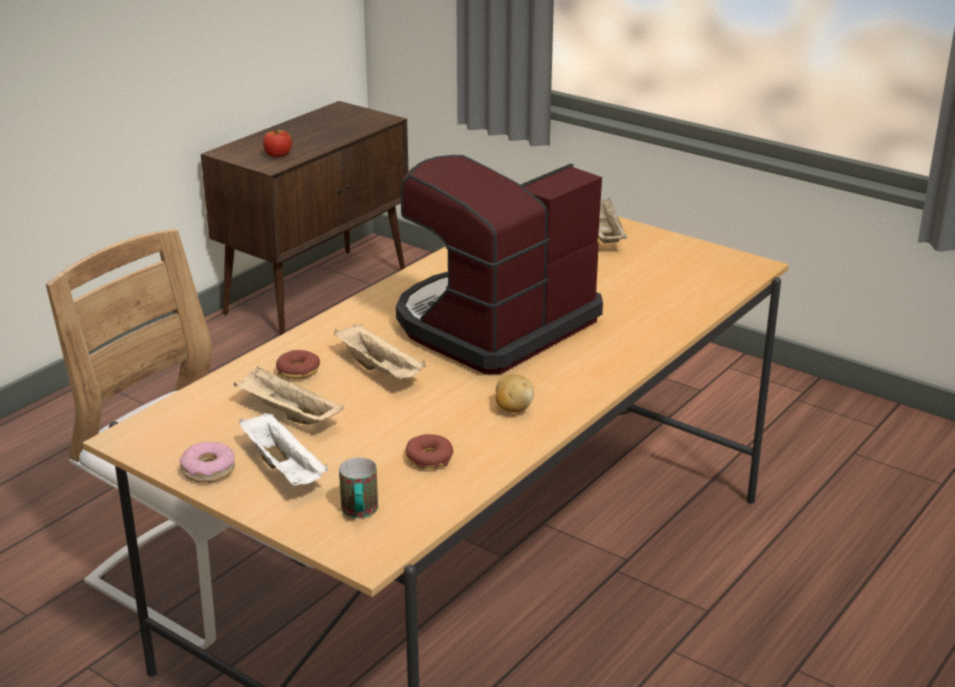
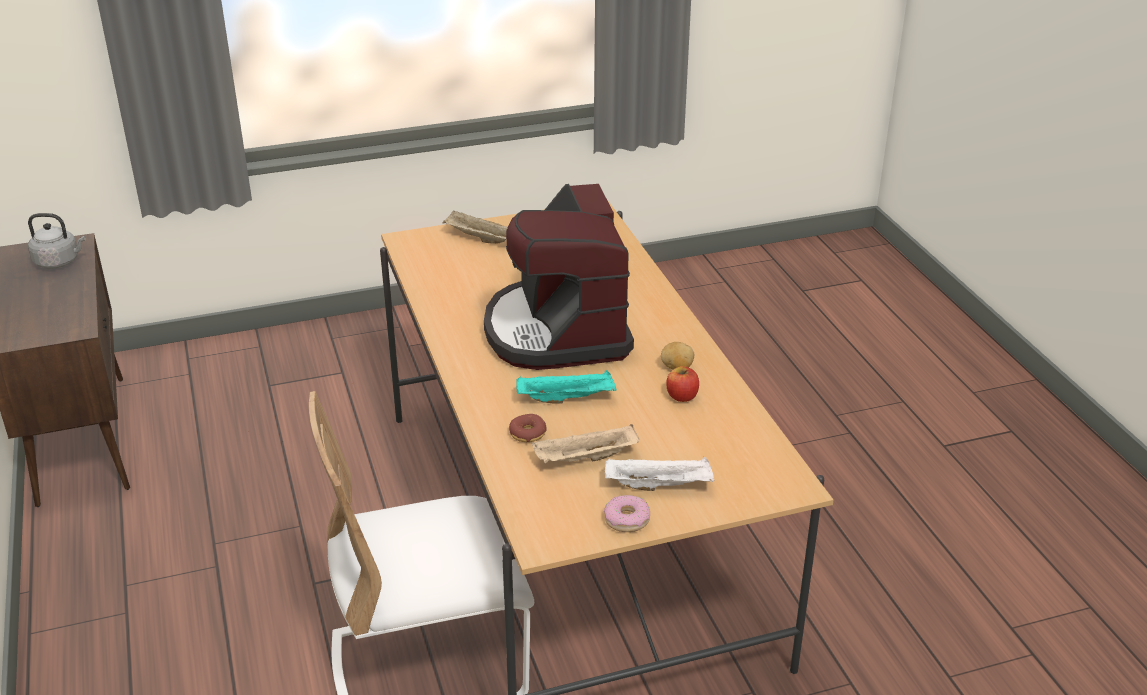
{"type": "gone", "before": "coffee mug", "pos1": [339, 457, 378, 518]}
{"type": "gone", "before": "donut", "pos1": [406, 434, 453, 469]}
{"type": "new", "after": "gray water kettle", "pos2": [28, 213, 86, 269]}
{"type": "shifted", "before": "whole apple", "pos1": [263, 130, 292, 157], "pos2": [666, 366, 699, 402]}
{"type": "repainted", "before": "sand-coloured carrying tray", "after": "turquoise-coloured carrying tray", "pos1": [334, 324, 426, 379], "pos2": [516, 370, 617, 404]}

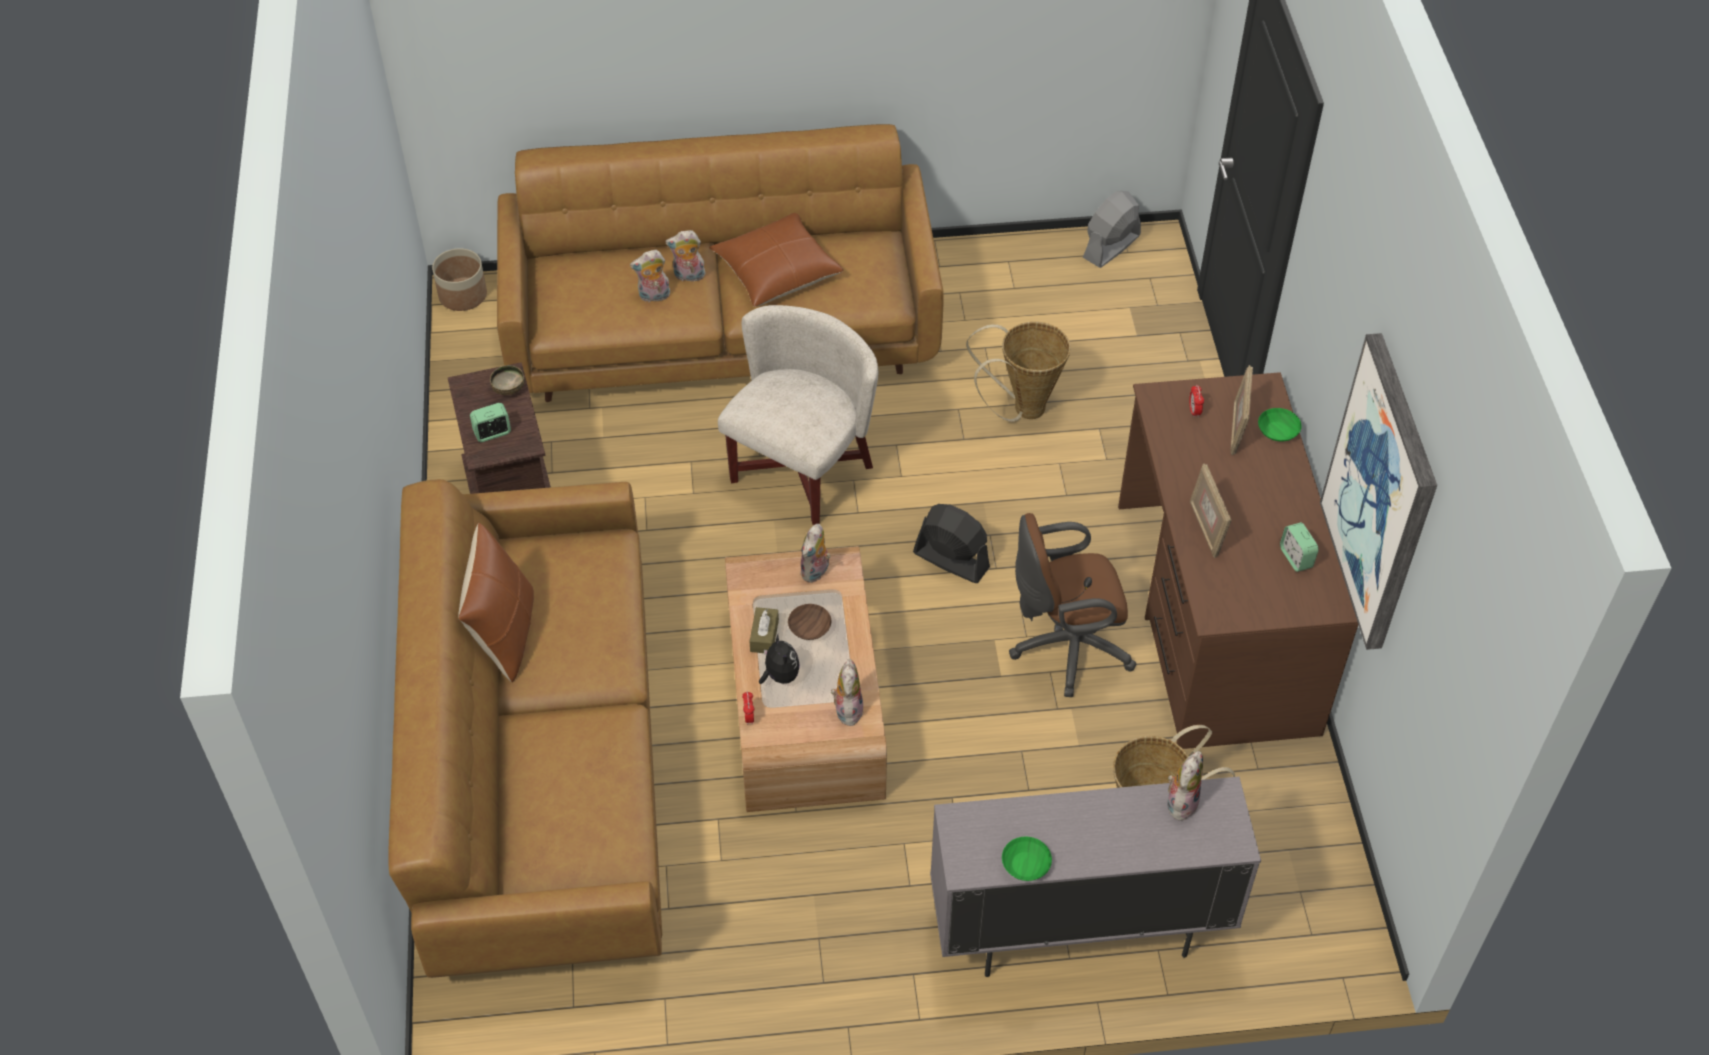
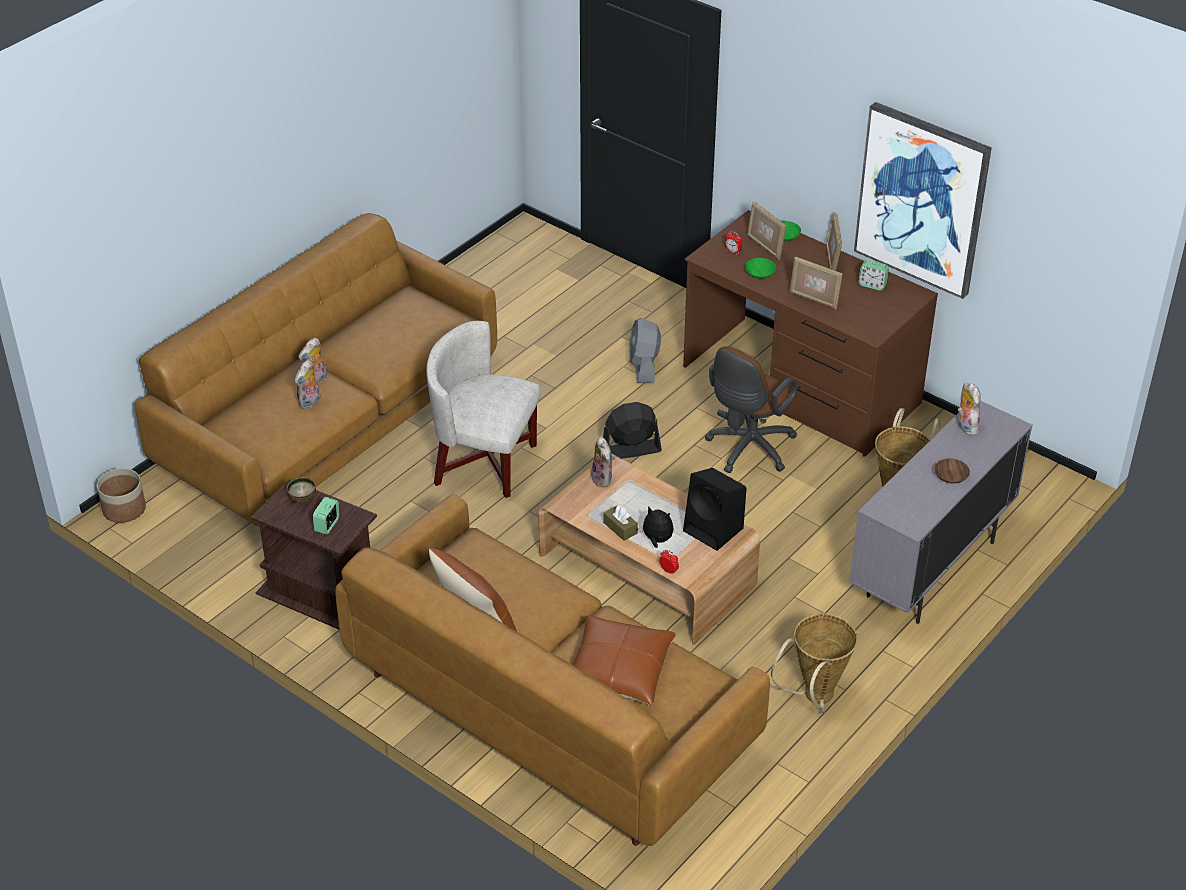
{"type": "new", "after": "standing frame", "pos2": [826, 213, 842, 271]}
{"type": "shifted", "before": "brown pillow", "pos1": [709, 213, 844, 307], "pos2": [572, 615, 676, 705]}
{"type": "shifted", "before": "brown bowl", "pos1": [788, 604, 831, 640], "pos2": [934, 458, 970, 484]}
{"type": "shifted", "before": "basket", "pos1": [966, 321, 1071, 422], "pos2": [771, 613, 858, 713]}
{"type": "shifted", "before": "green-coloured bowl", "pos1": [1002, 837, 1052, 881], "pos2": [745, 258, 776, 279]}
{"type": "shifted", "before": "gray electric fan", "pos1": [1083, 191, 1141, 268], "pos2": [628, 318, 661, 383]}
{"type": "swapped", "before": "soft toy", "after": "black loudspeaker", "pos1": [831, 659, 864, 726], "pos2": [683, 468, 747, 551]}
{"type": "rotated", "before": "white lounge chair", "pos1": [718, 305, 878, 525], "pos2": [427, 321, 541, 498], "turn": -60}

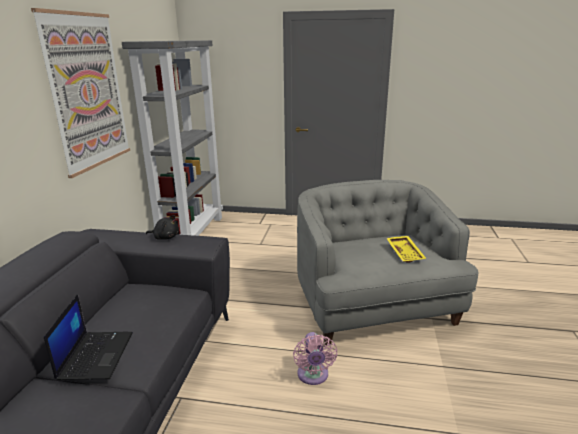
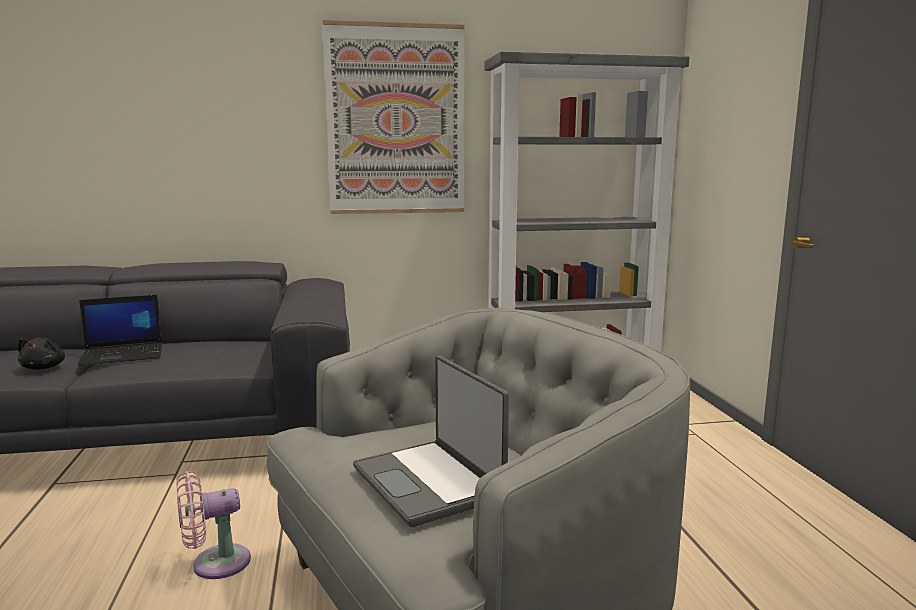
{"type": "shifted", "before": "black soft toy", "pos1": [146, 215, 179, 240], "pos2": [18, 337, 65, 370]}
{"type": "swapped", "before": "yellowish carrying tray", "after": "portable computer", "pos1": [386, 236, 426, 263], "pos2": [353, 356, 509, 527]}

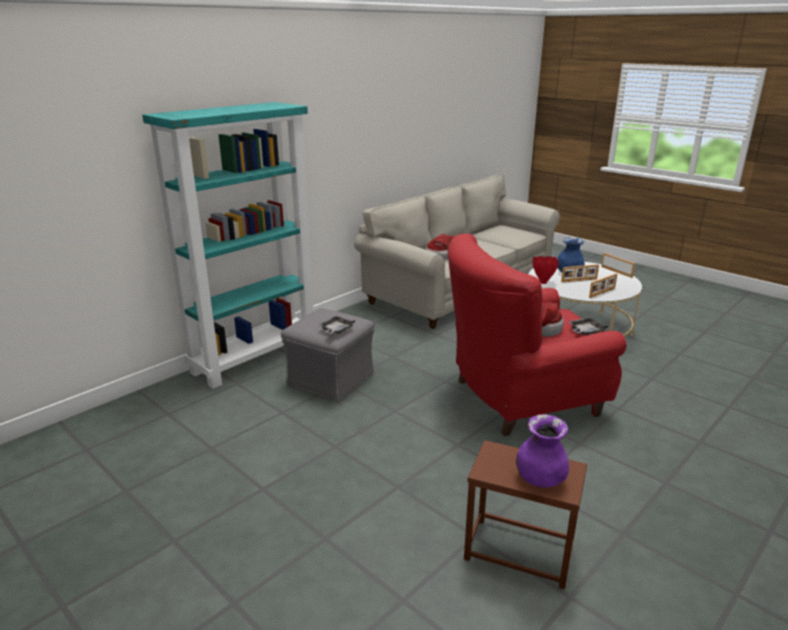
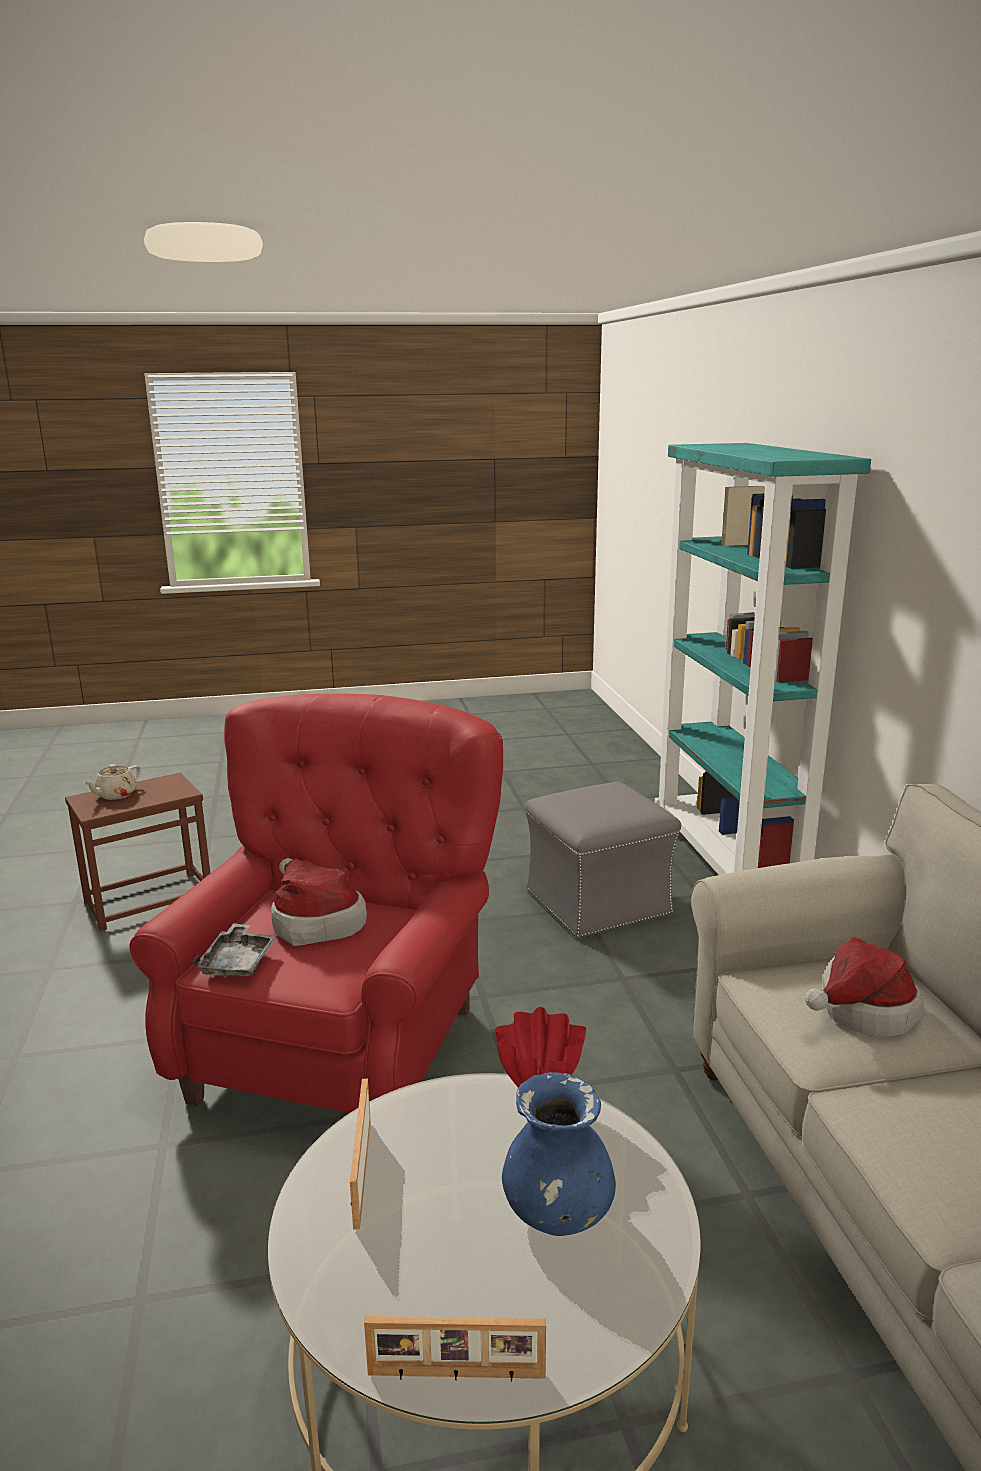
{"type": "gone", "before": "gray carrying tray", "pos1": [318, 316, 355, 334]}
{"type": "gone", "before": "standing frame", "pos1": [561, 264, 599, 282]}
{"type": "swapped", "before": "purplish flower vase", "after": "sand-coloured tea pot", "pos1": [516, 414, 569, 487], "pos2": [83, 764, 141, 800]}

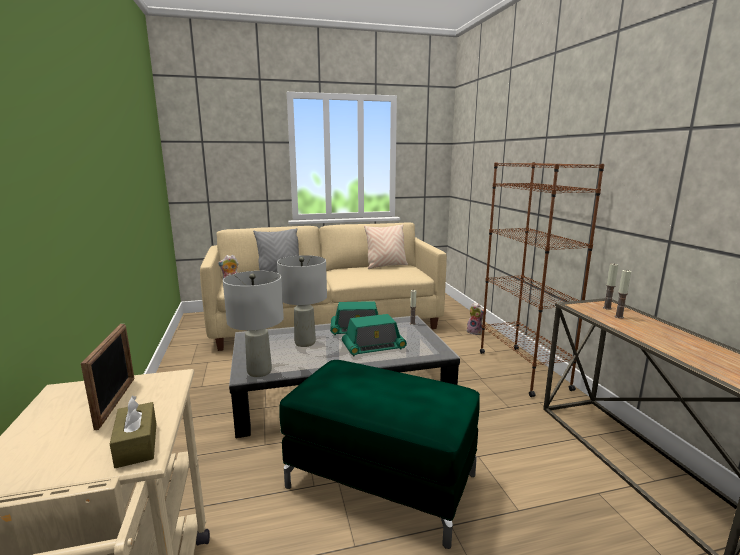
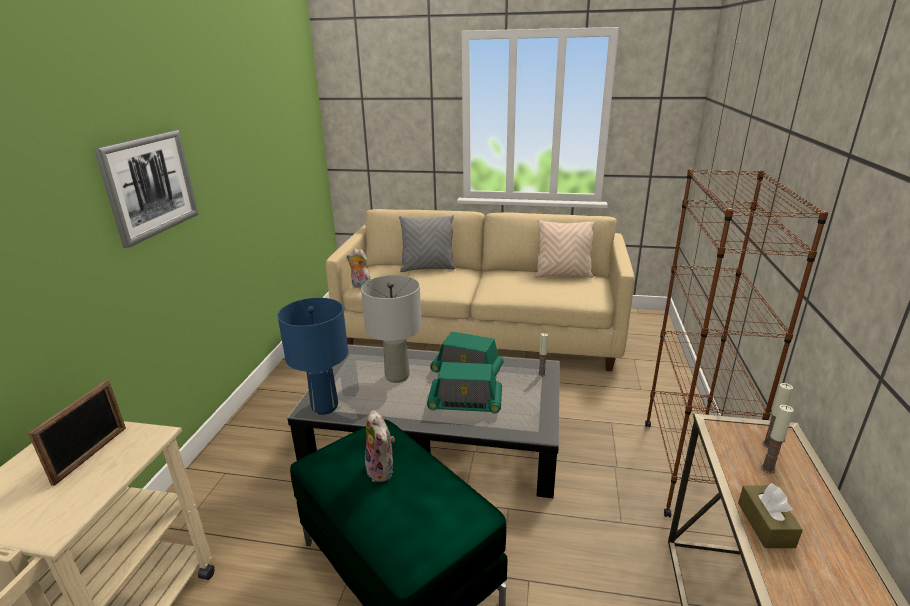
{"type": "new", "after": "picture", "pos2": [94, 130, 199, 248]}
{"type": "shifted", "before": "brown box of tissues", "pos1": [110, 395, 156, 468], "pos2": [738, 483, 803, 548]}
{"type": "shifted", "before": "soft toy", "pos1": [466, 303, 484, 335], "pos2": [365, 410, 395, 482]}
{"type": "repainted", "before": "gray tabletop lamp", "after": "blue tabletop lamp", "pos1": [223, 271, 284, 377], "pos2": [278, 298, 348, 415]}

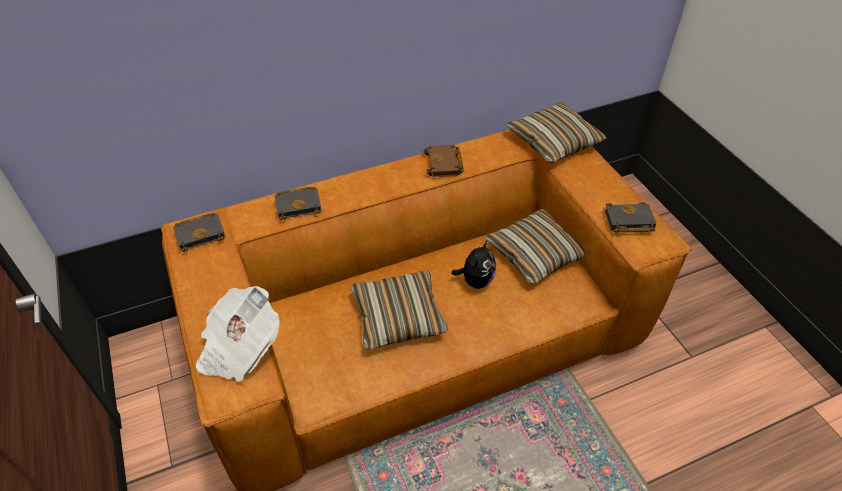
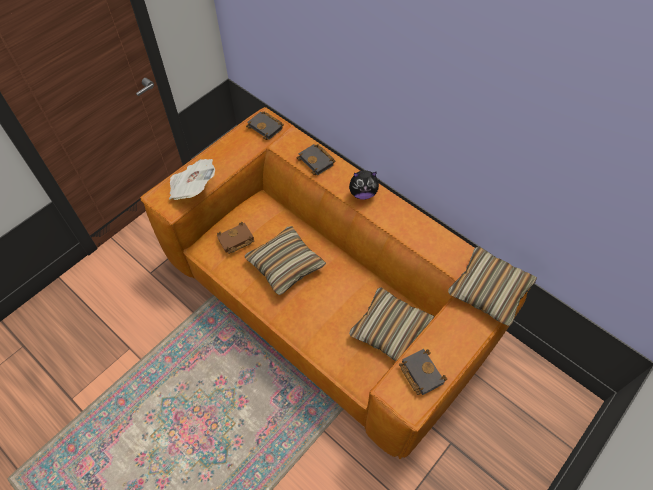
{"type": "shifted", "before": "brown volume", "pos1": [424, 145, 464, 177], "pos2": [217, 222, 254, 254]}
{"type": "shifted", "before": "soft toy", "pos1": [451, 240, 496, 289], "pos2": [349, 170, 380, 200]}

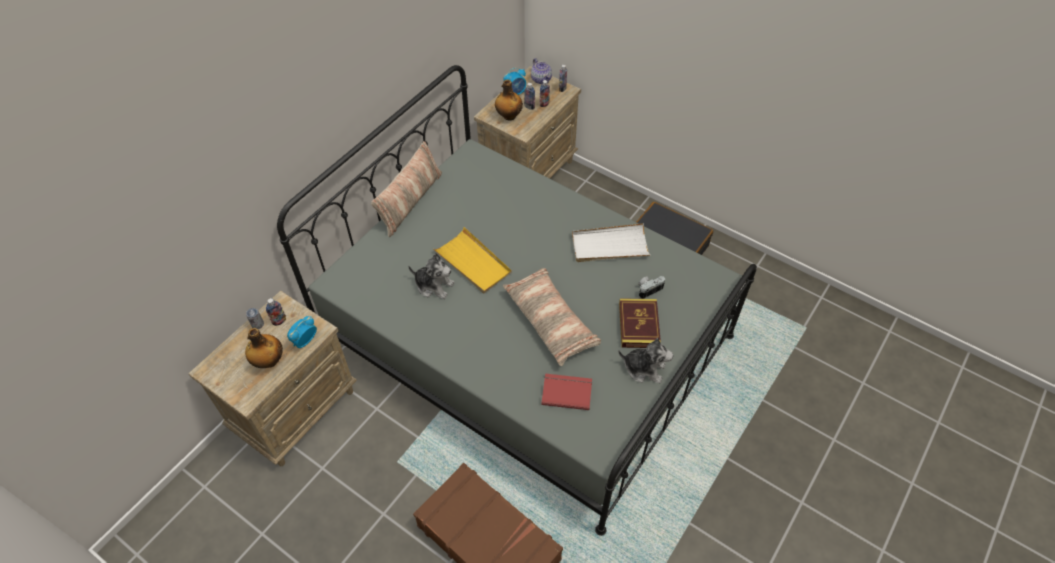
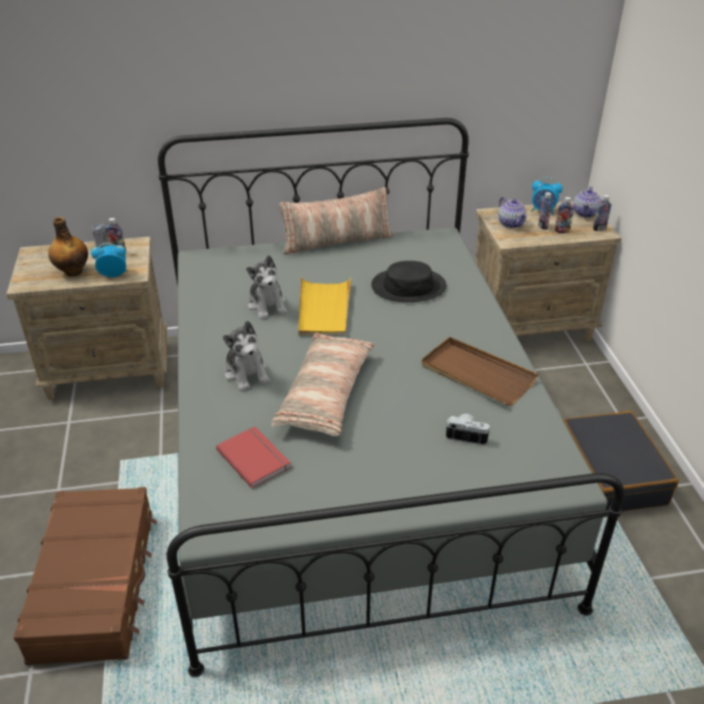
{"type": "gone", "before": "volume", "pos1": [619, 298, 661, 348]}
{"type": "new", "after": "black hat", "pos2": [371, 261, 446, 302]}
{"type": "shifted", "before": "soft toy", "pos1": [618, 338, 673, 383], "pos2": [223, 321, 270, 391]}
{"type": "swapped", "before": "beverage bottle", "after": "tea pot", "pos1": [495, 80, 523, 121], "pos2": [498, 197, 528, 228]}
{"type": "repainted", "before": "white carrying tray", "after": "brown carrying tray", "pos1": [572, 223, 651, 262], "pos2": [421, 337, 538, 406]}

